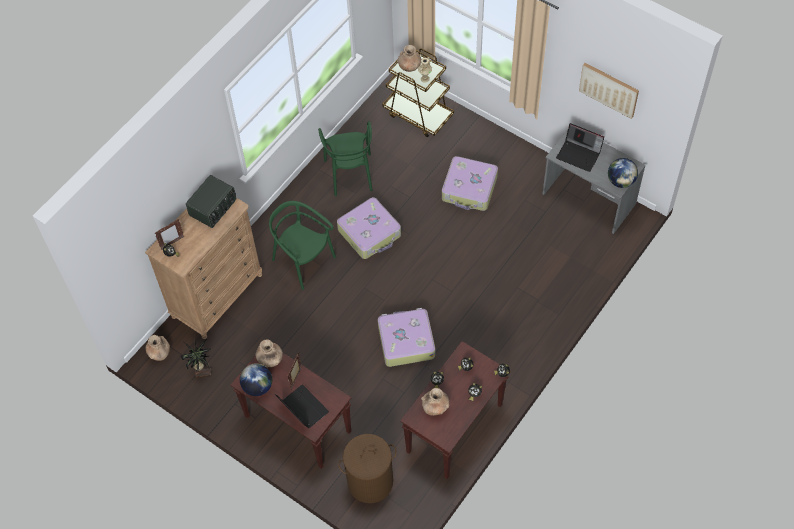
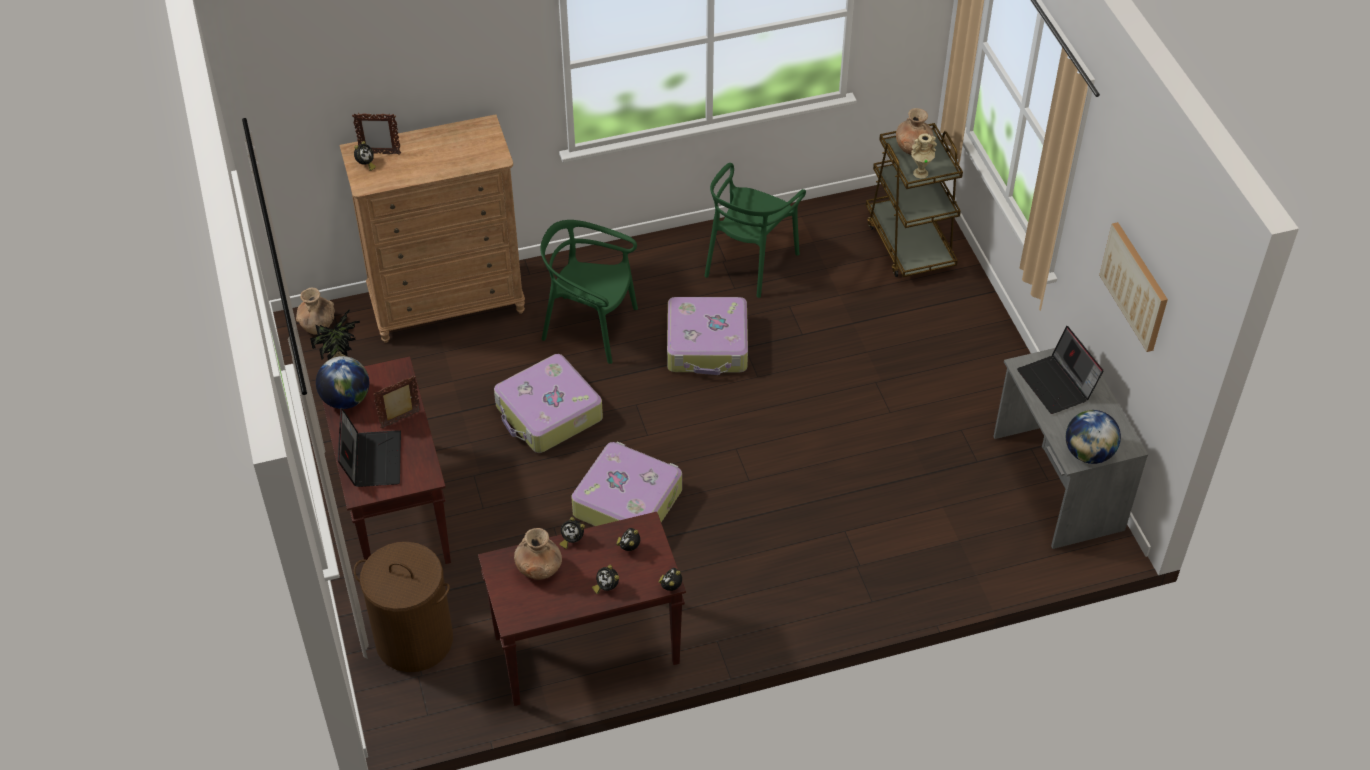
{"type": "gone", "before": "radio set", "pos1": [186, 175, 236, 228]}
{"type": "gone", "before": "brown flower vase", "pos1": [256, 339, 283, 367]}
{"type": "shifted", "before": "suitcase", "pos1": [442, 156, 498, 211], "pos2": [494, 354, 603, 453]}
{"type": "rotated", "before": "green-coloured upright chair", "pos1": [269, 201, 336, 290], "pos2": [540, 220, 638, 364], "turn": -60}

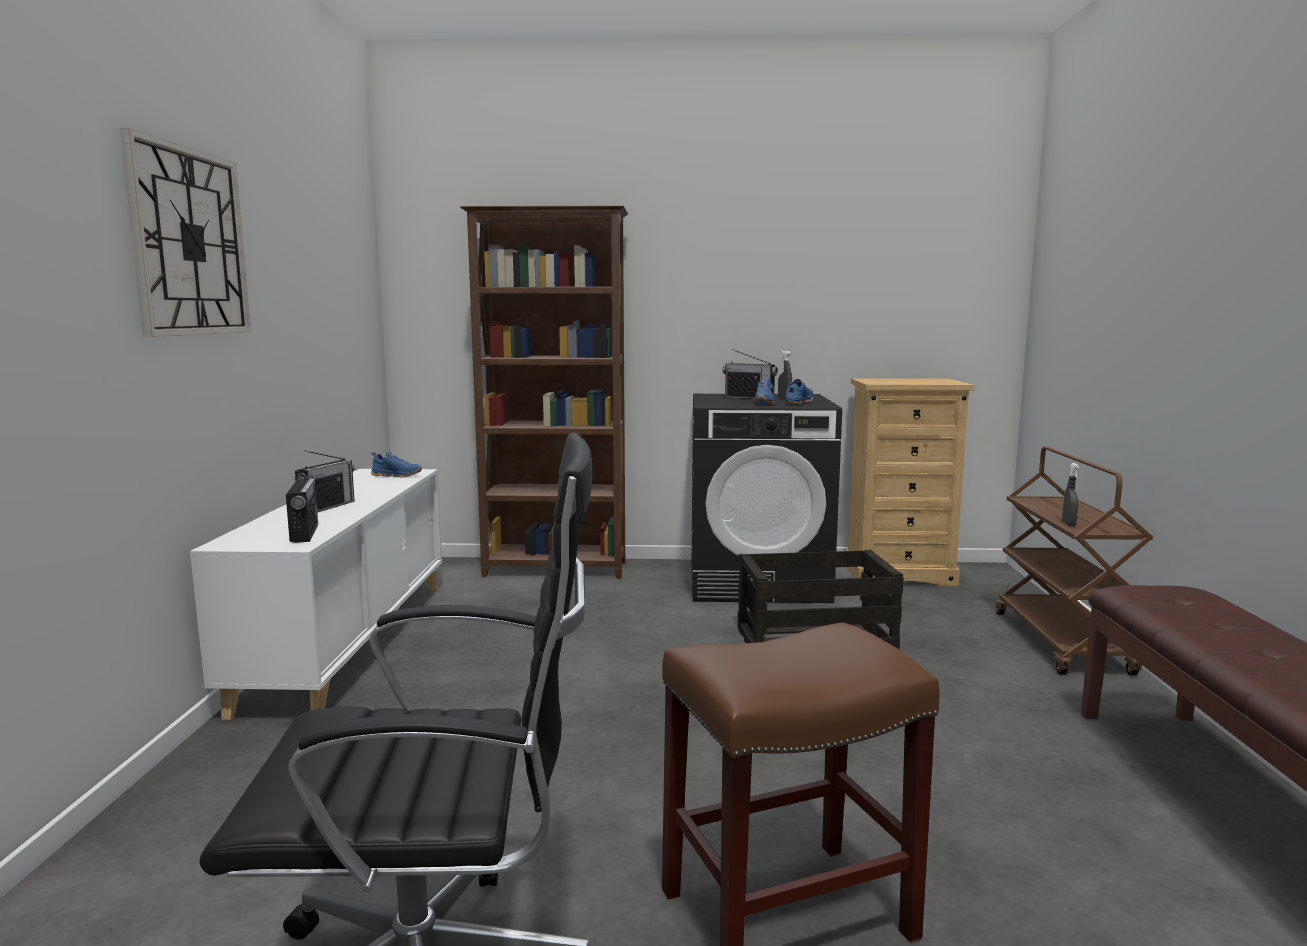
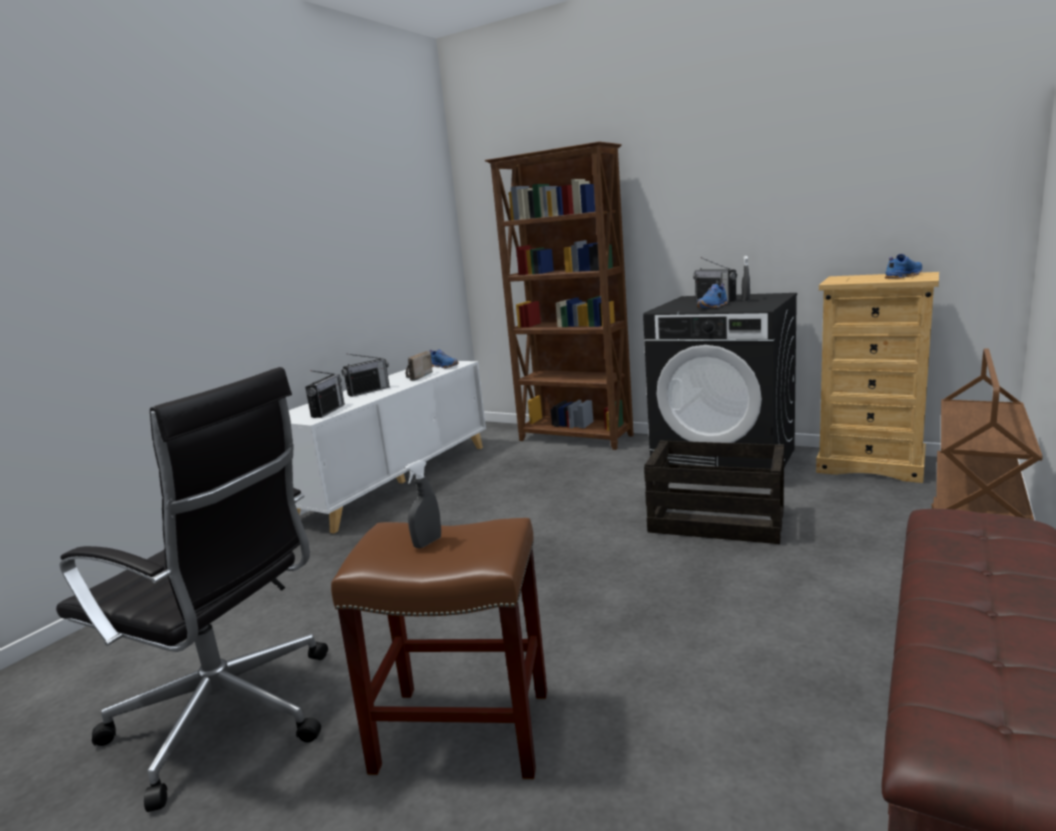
{"type": "gone", "before": "clock on the wall", "pos1": [120, 128, 251, 337]}
{"type": "new", "after": "radio set", "pos2": [406, 351, 432, 381]}
{"type": "shifted", "before": "blue low shoe", "pos1": [785, 379, 813, 404], "pos2": [885, 254, 922, 279]}
{"type": "shifted", "before": "gray spray bottle", "pos1": [1062, 463, 1079, 526], "pos2": [404, 460, 441, 548]}

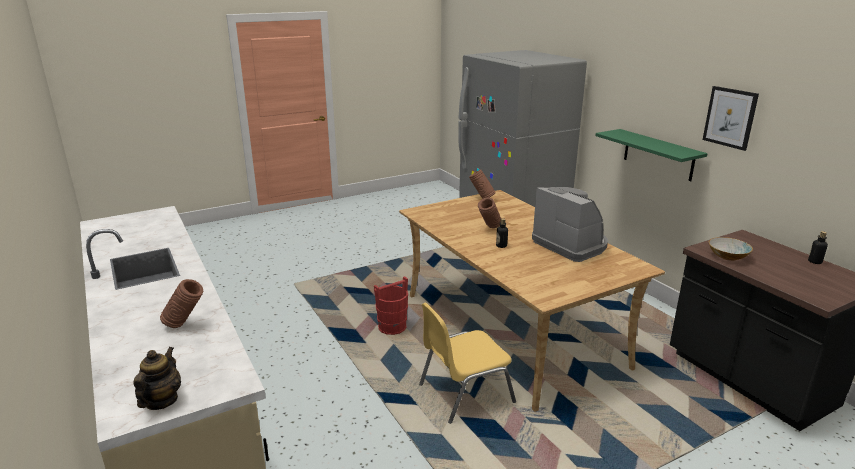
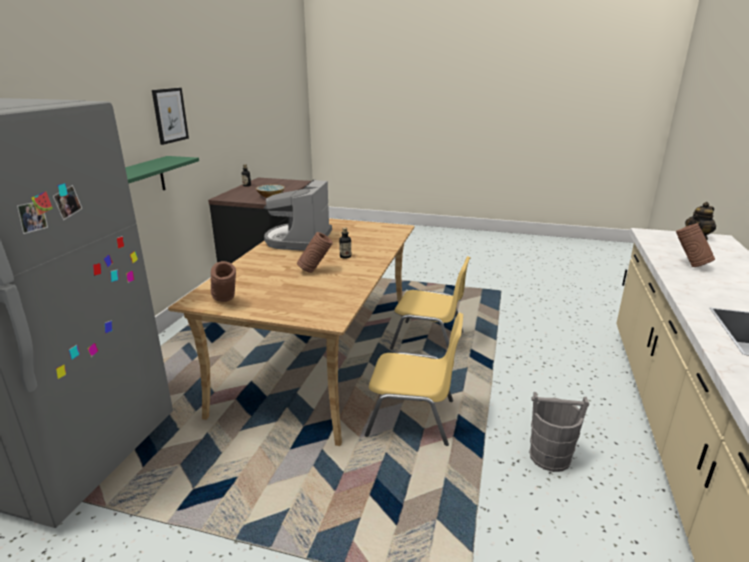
{"type": "new", "after": "gray bucket", "pos2": [530, 392, 589, 472]}
{"type": "swapped", "before": "red bucket", "after": "yellowish upright chair", "pos1": [374, 276, 408, 335], "pos2": [365, 313, 463, 446]}

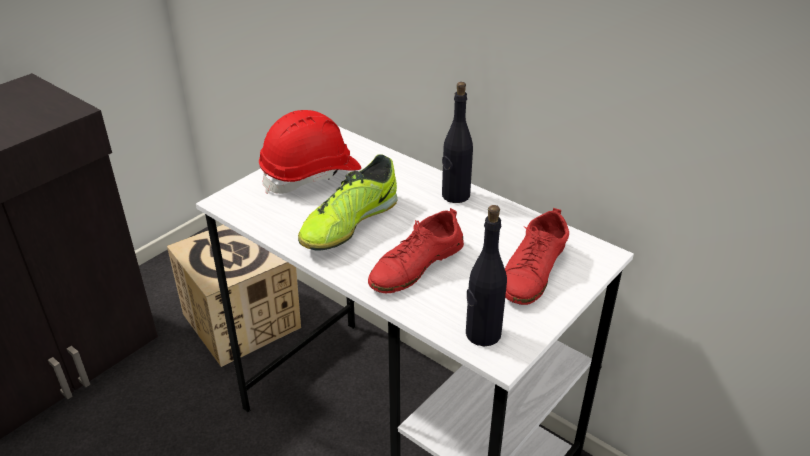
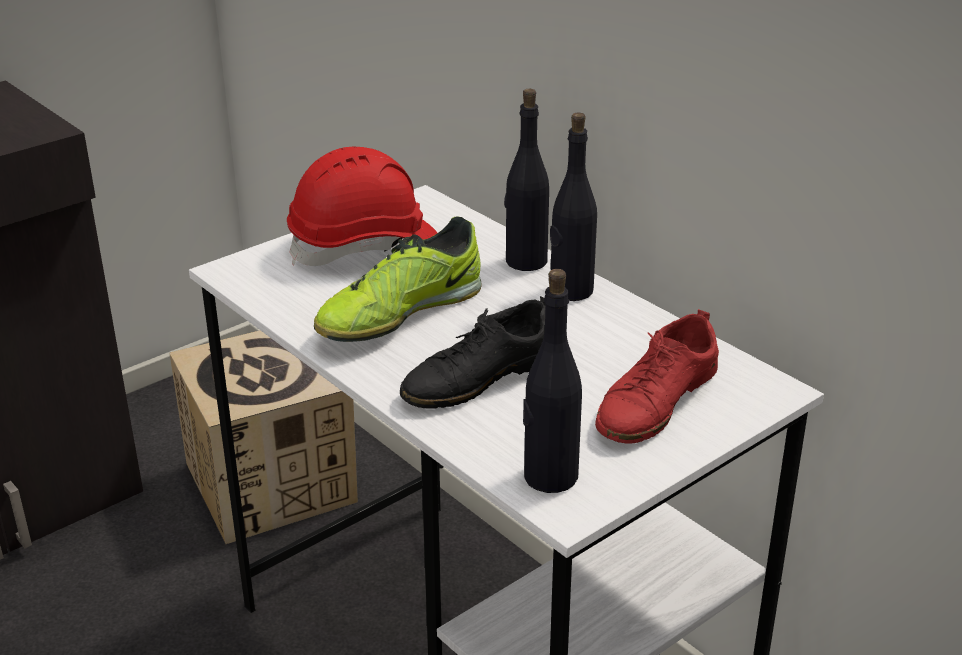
{"type": "new", "after": "black beverage bottle", "pos2": [504, 89, 549, 271]}
{"type": "repainted", "before": "red low shoe", "after": "black low shoe", "pos1": [368, 208, 464, 293], "pos2": [400, 296, 546, 408]}

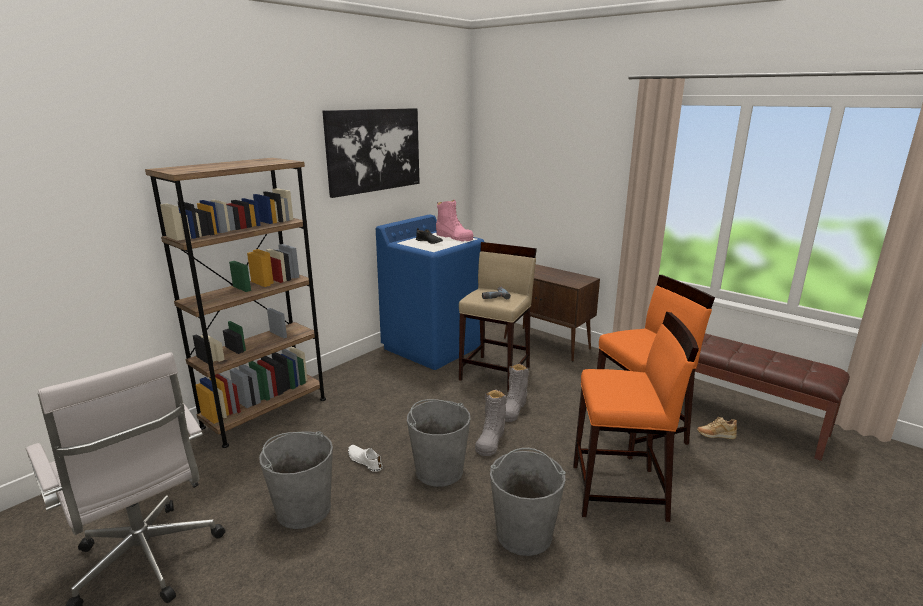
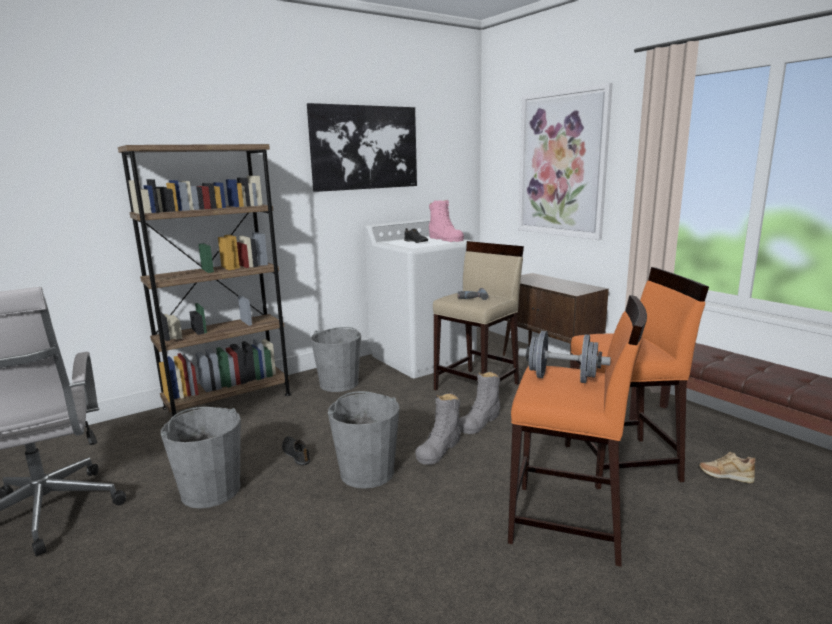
{"type": "new", "after": "picture", "pos2": [518, 83, 613, 240]}
{"type": "new", "after": "gray dumbbell", "pos2": [519, 331, 611, 383]}
{"type": "shifted", "before": "gray bucket", "pos1": [490, 448, 566, 556], "pos2": [310, 327, 361, 392]}
{"type": "repainted", "before": "white low shoe", "after": "black low shoe", "pos1": [348, 445, 383, 472], "pos2": [282, 436, 310, 465]}
{"type": "repainted", "before": "blue laundry appliance", "after": "white laundry appliance", "pos1": [376, 214, 484, 370], "pos2": [364, 219, 477, 378]}

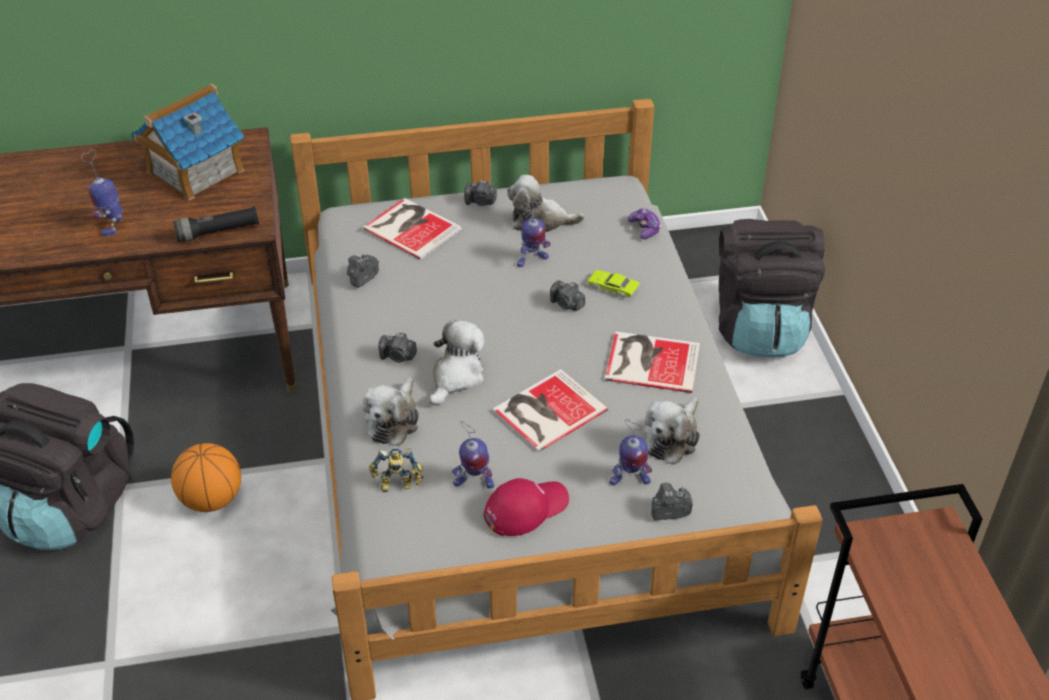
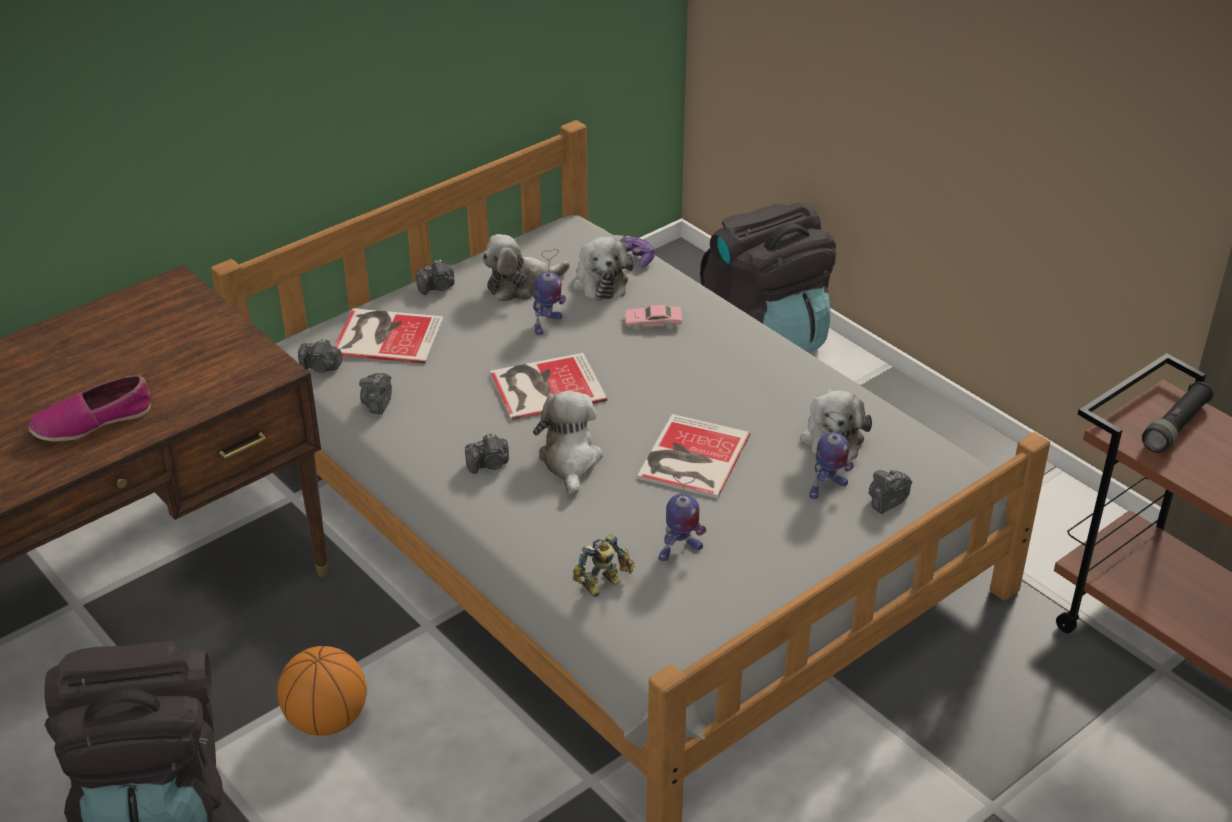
{"type": "gone", "before": "model house", "pos1": [131, 83, 245, 200]}
{"type": "gone", "before": "red peaked cap", "pos1": [484, 478, 569, 536]}
{"type": "shifted", "before": "black torch", "pos1": [173, 206, 259, 242], "pos2": [1142, 381, 1213, 453]}
{"type": "shifted", "before": "soft toy", "pos1": [362, 377, 419, 446], "pos2": [573, 237, 633, 300]}
{"type": "shifted", "before": "still camera", "pos1": [550, 281, 585, 311], "pos2": [298, 339, 342, 373]}
{"type": "shifted", "before": "volume", "pos1": [605, 332, 700, 393], "pos2": [490, 353, 607, 420]}
{"type": "swapped", "before": "toy robot", "after": "low shoe", "pos1": [81, 149, 123, 236], "pos2": [28, 375, 151, 441]}
{"type": "repainted", "before": "green-coloured miniature car", "after": "pinkish miniature car", "pos1": [587, 270, 640, 299], "pos2": [625, 305, 682, 330]}

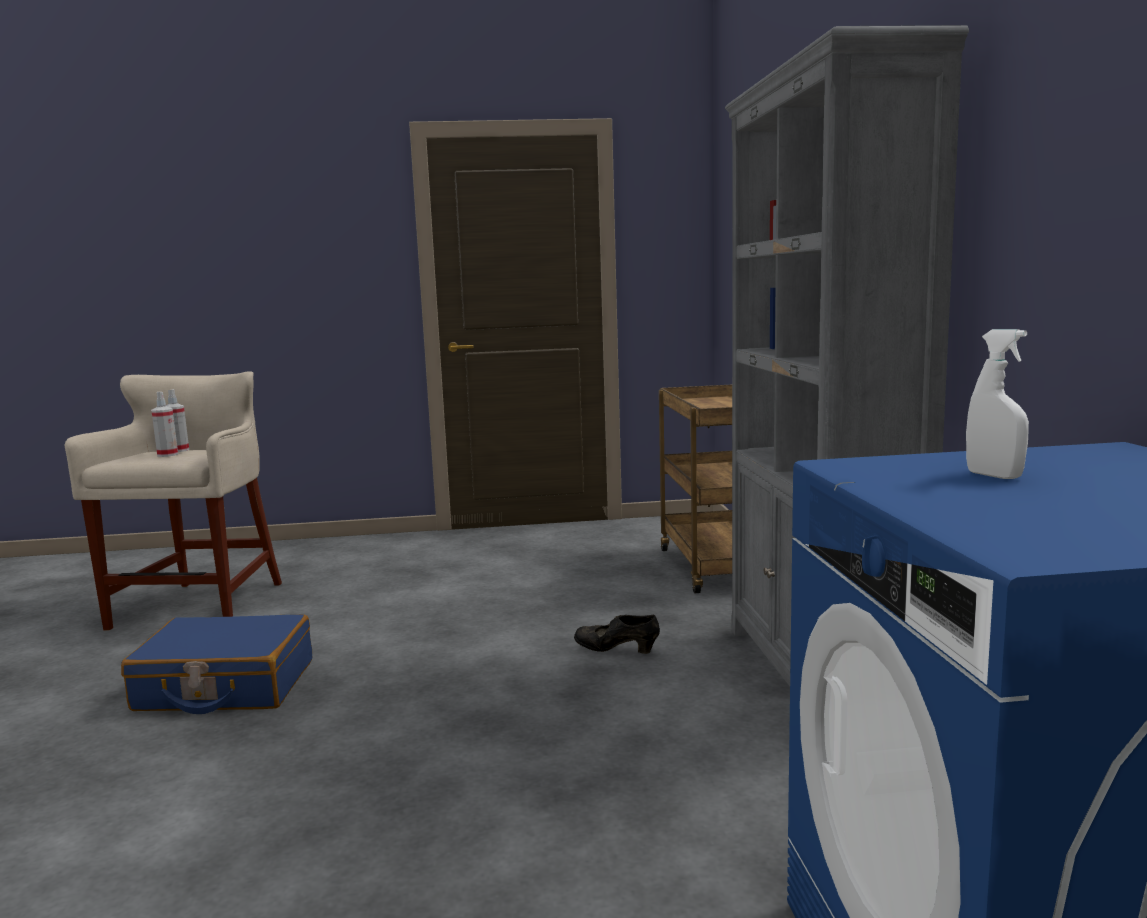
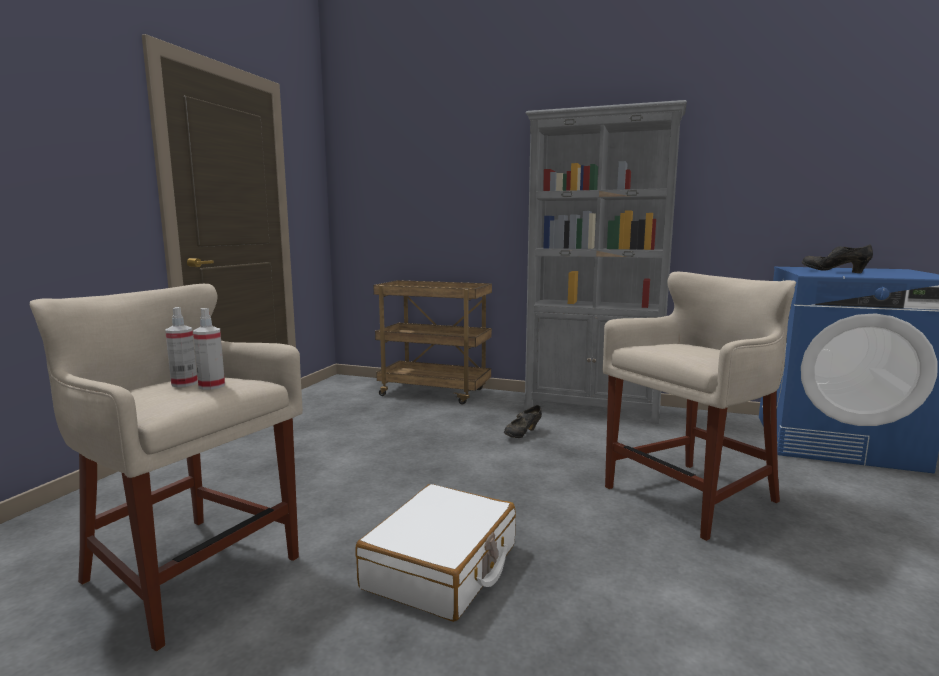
{"type": "new", "after": "sand-coloured sitting stool", "pos2": [603, 272, 796, 541]}
{"type": "swapped", "before": "white spray bottle", "after": "black low shoe", "pos1": [966, 329, 1029, 479], "pos2": [801, 244, 873, 273]}
{"type": "repainted", "before": "blue suitcase", "after": "white suitcase", "pos1": [121, 614, 312, 714], "pos2": [355, 484, 516, 622]}

